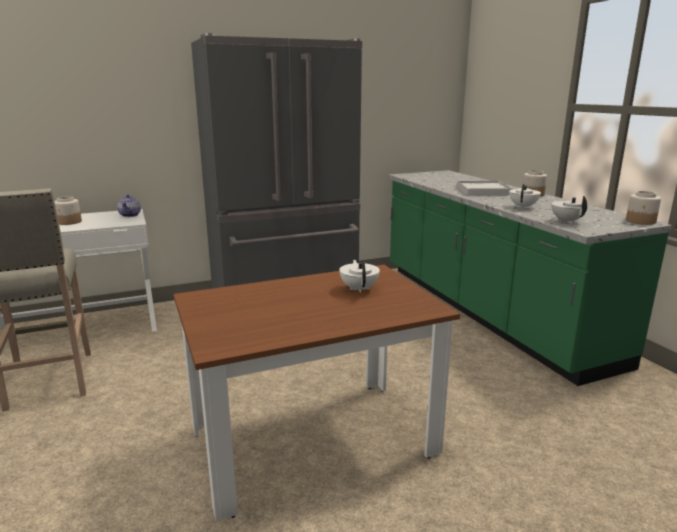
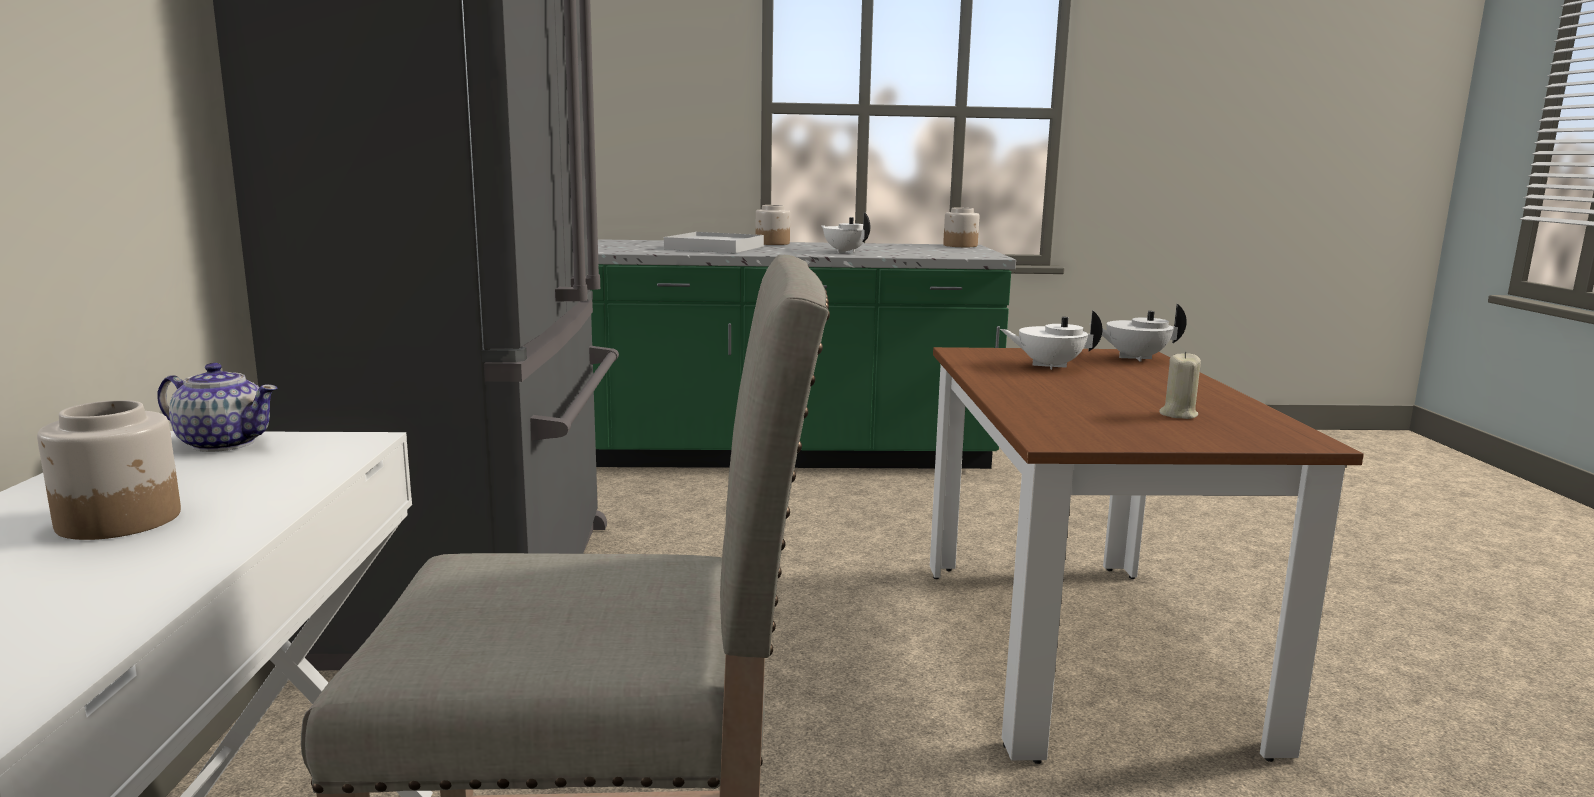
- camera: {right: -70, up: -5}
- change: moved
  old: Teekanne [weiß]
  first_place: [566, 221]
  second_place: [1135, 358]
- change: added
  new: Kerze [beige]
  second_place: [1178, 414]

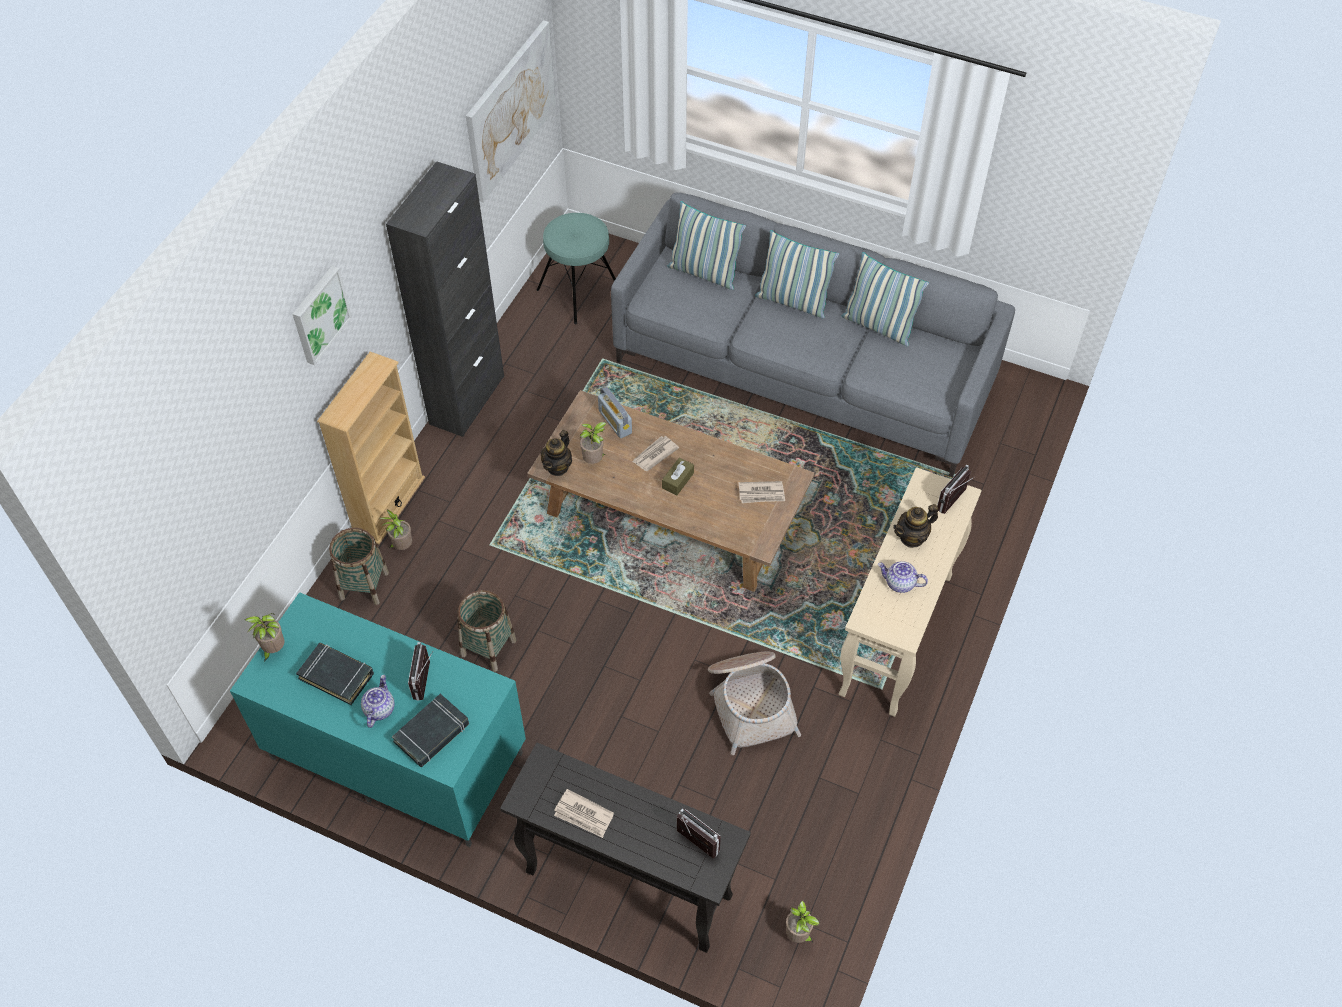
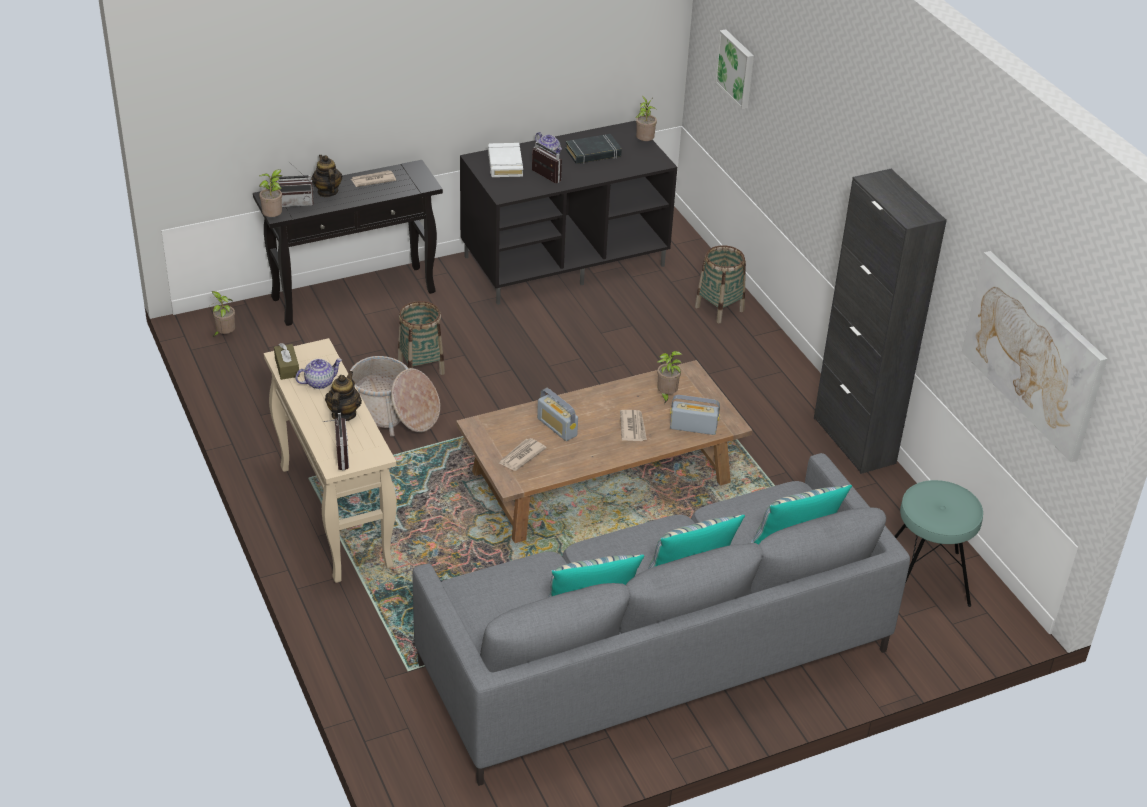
- camera: {right: 130, up: -15}
- change: recoloured
  old: Fernsehschrank [türkis]
  new: Fernsehschrank [schwarz]
  first_place: [394, 756]
  second_place: [565, 260]
- change: moved
  old: Bild
  first_place: [319, 314]
  second_place: [736, 68]
- change: removed
  old: Bücherregal [beige]
  first_place: [388, 505]
- change: moved
  old: Topfpflanze
  first_place: [401, 546]
  second_place: [274, 218]
- change: recoloured
  old: Buch [schwarz]
  new: Buch [weiß]
  first_place: [432, 733]
  second_place: [505, 164]
- change: moved
  old: Korb
  first_place: [488, 647]
  second_place: [421, 367]
- change: moved
  old: Teekanne
  first_place: [558, 467]
  second_place: [327, 192]
- change: moved
  old: Taschentuchbox [braun]
  first_place: [678, 480]
  second_place: [287, 367]
- change: added
  new: Radio
  second_place: [557, 427]

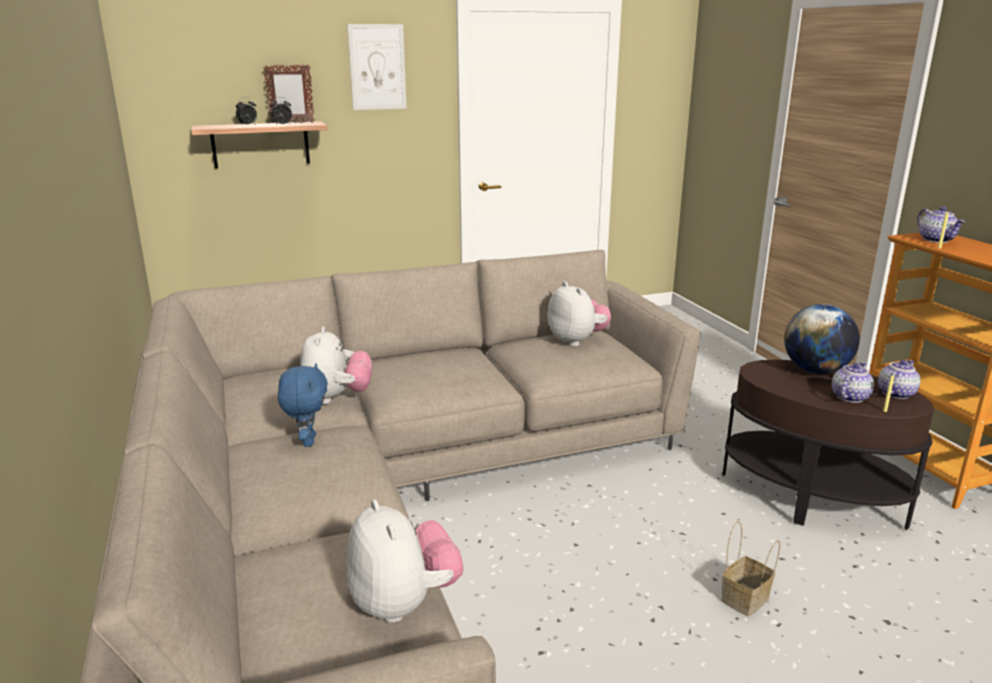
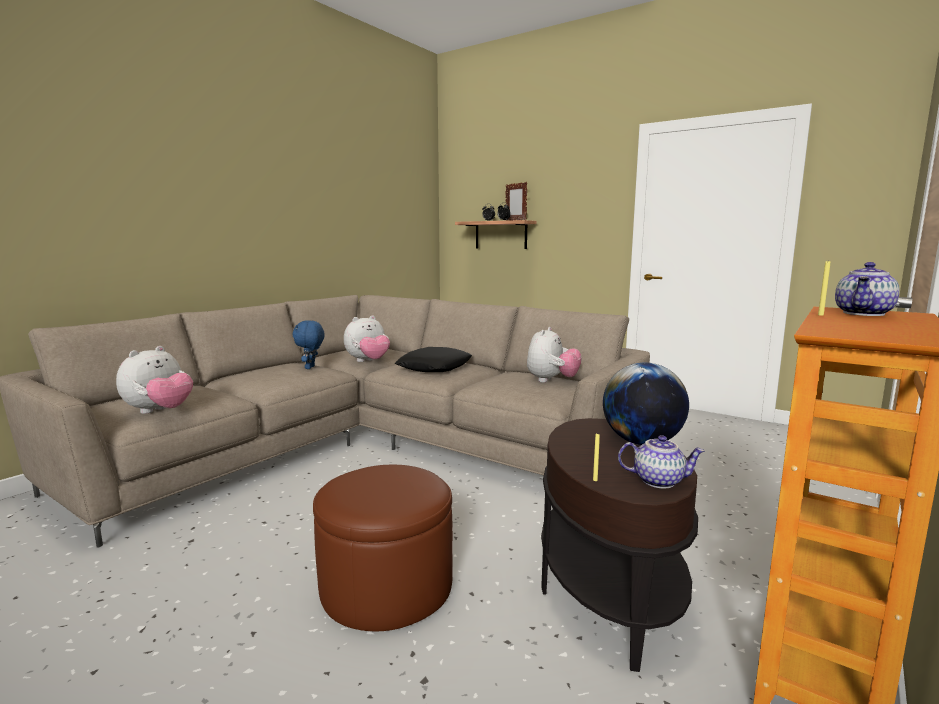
- camera: {right: 55, up: -10}
- change: turned
  old: Plüschtier [blau]
  first_place: [307, 441]
  second_place: [311, 367]
  degrees: 135
- change: removed
  old: Bild
  first_place: [377, 67]
- change: replaced
  old: Korb
  new: Polsterhocker [braun]
  first_place: [745, 600]
  second_place: [386, 586]
- change: removed
  old: Teekanne
  first_place: [849, 397]
- change: added
  new: Kissen [schwarz]
  second_place: [434, 367]

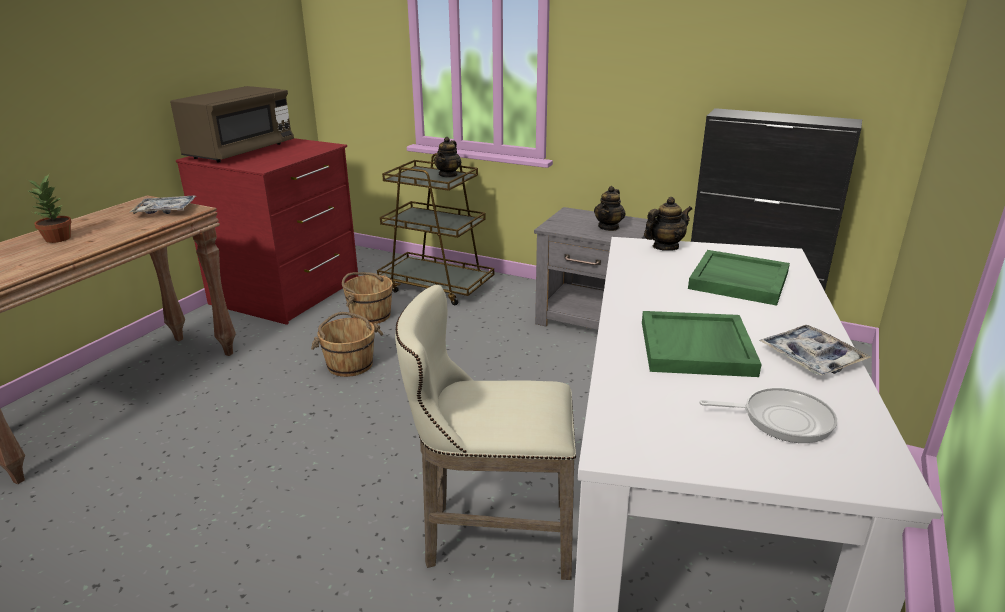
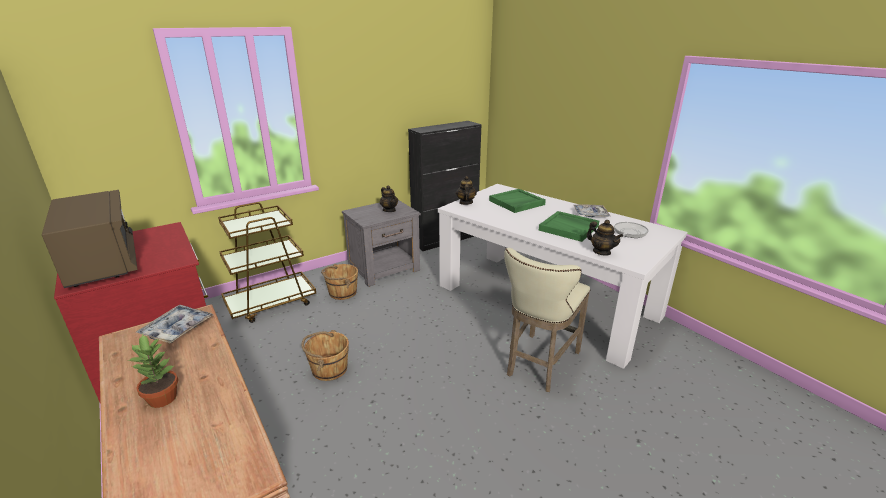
- camera: {right: -60, up: 0}
- change: moved
  old: Eimer [braun]
  first_place: [370, 315]
  second_place: [342, 292]
- change: moved
  old: Teekanne
  first_place: [448, 175]
  second_place: [601, 252]

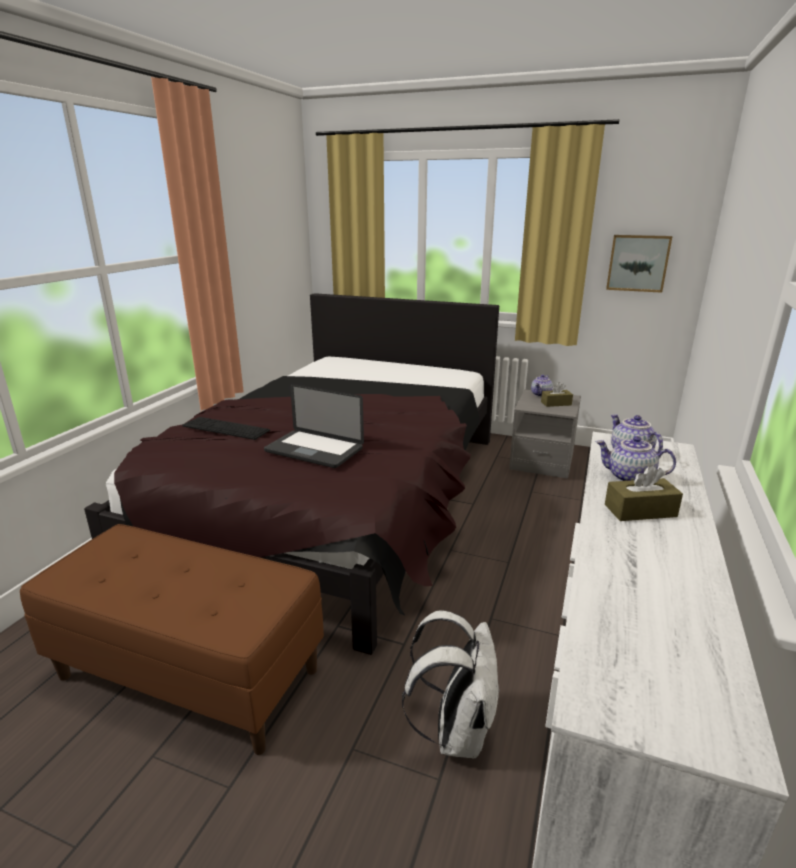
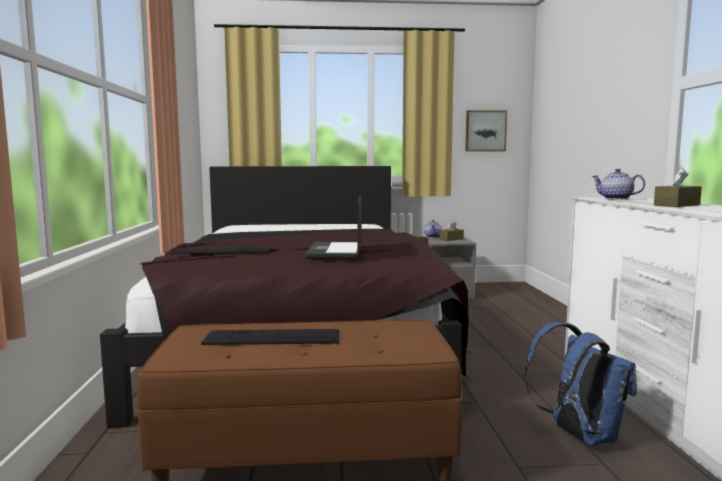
- camera: {right: -25, up: -15}
- change: turned
  old: Laptop
  first_place: [314, 450]
  second_place: [335, 252]
  degrees: 90
- change: recoloured
  old: Rucksack [weiß]
  new: Rucksack [blau]
  first_place: [456, 731]
  second_place: [578, 436]
- change: removed
  old: Teekanne
  first_place: [629, 478]
- change: added
  new: Tastatur
  second_place: [272, 337]

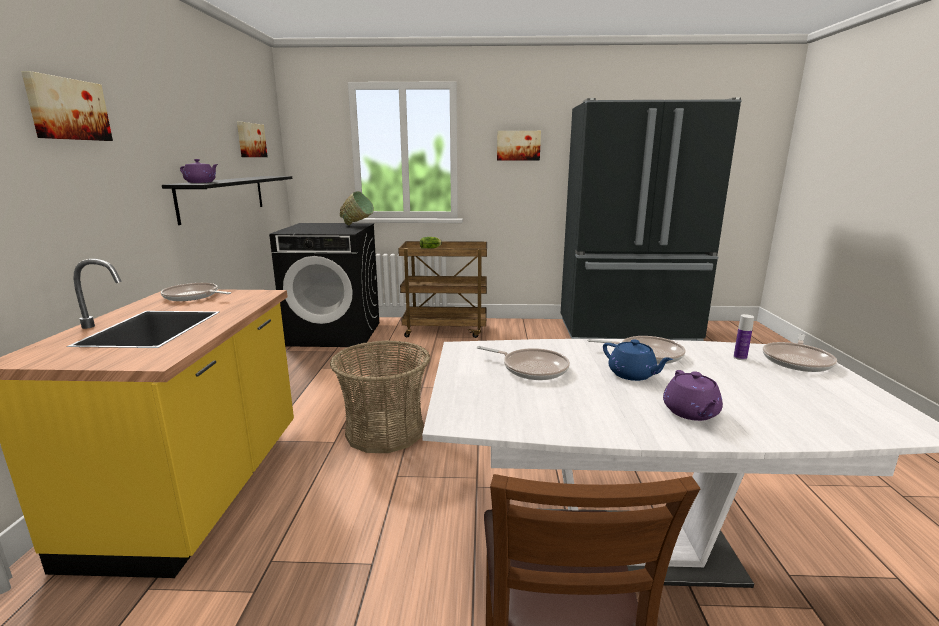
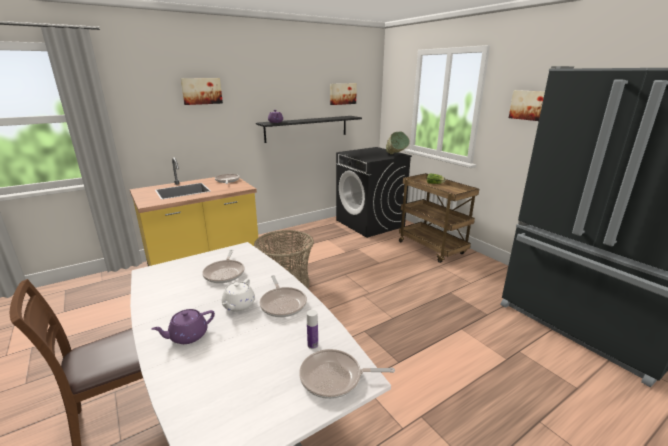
- camera: {right: 55, up: 5}
- change: recoloured
  old: Teekanne [blau]
  new: Teekanne [weiß]
  first_place: [632, 374]
  second_place: [238, 305]

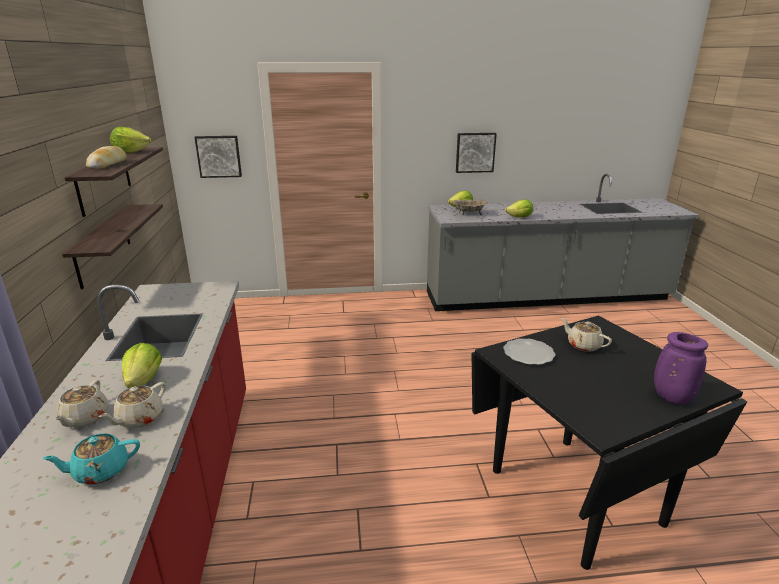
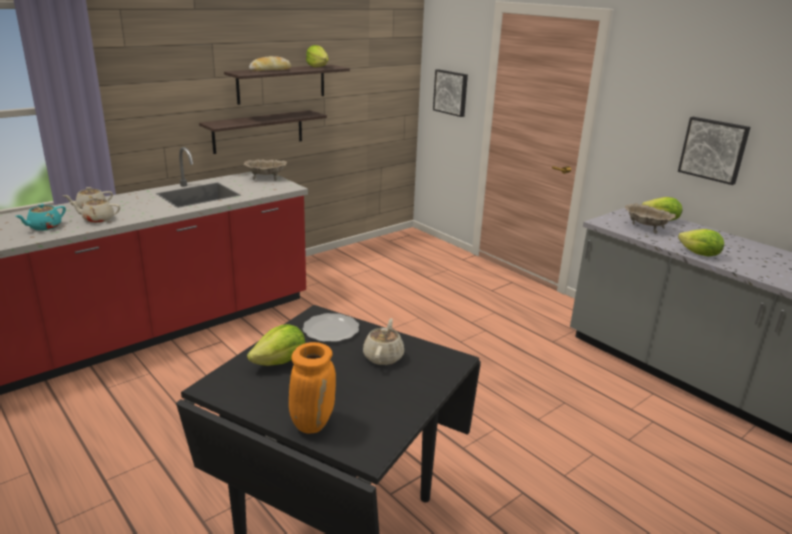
- camera: {right: 55, up: 0}
- change: turned
  old: Teekanne [türkis]
  first_place: [100, 471]
  second_place: [44, 227]
  degrees: -90
- change: moved
  old: Salatkopf
  first_place: [144, 380]
  second_place: [280, 362]
- change: recoloured
  old: Vase [lila]
  new: Vase [orange]
  first_place: [670, 397]
  second_place: [312, 423]
- change: added
  new: Schüssel [beige]
  second_place: [266, 178]

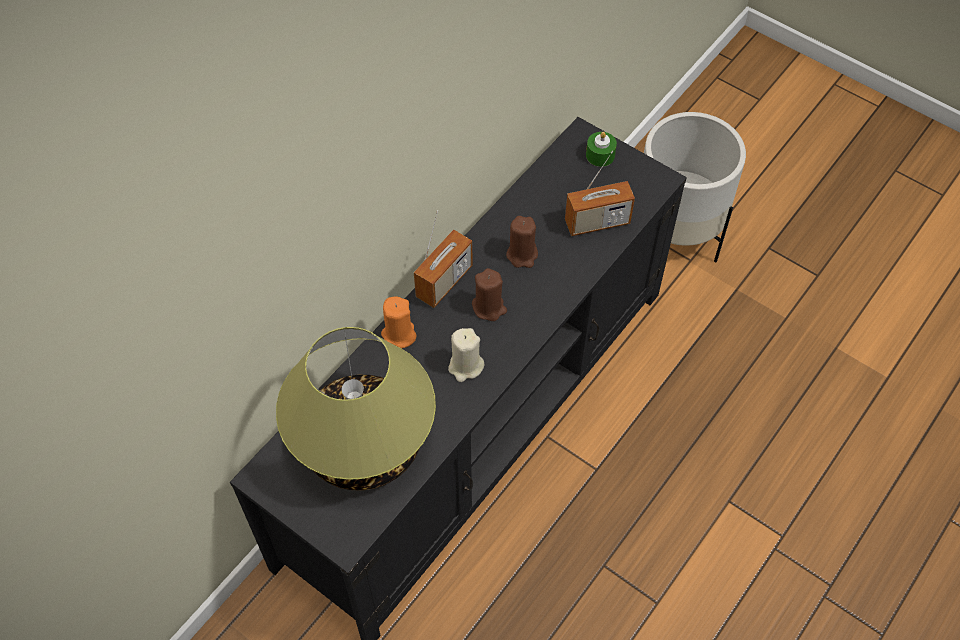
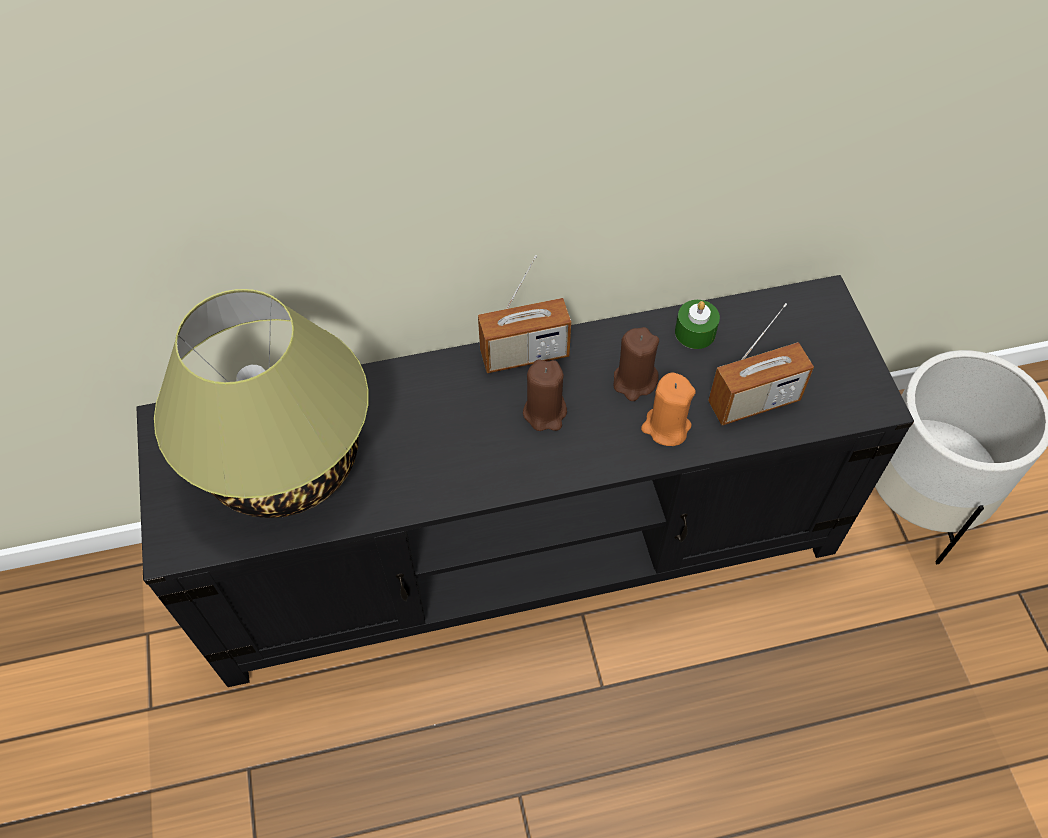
- camera: {right: 40, up: 0}
- change: moved
  old: Kerze [orange]
  first_place: [398, 335]
  second_place: [666, 427]
- change: removed
  old: Kerze [beige]
  first_place: [465, 366]
- change: turned
  old: Radio
  first_place: [597, 222]
  second_place: [753, 402]
  degrees: -45
- change: moved
  old: Kerze [grün]
  first_place: [600, 155]
  second_place: [695, 332]

